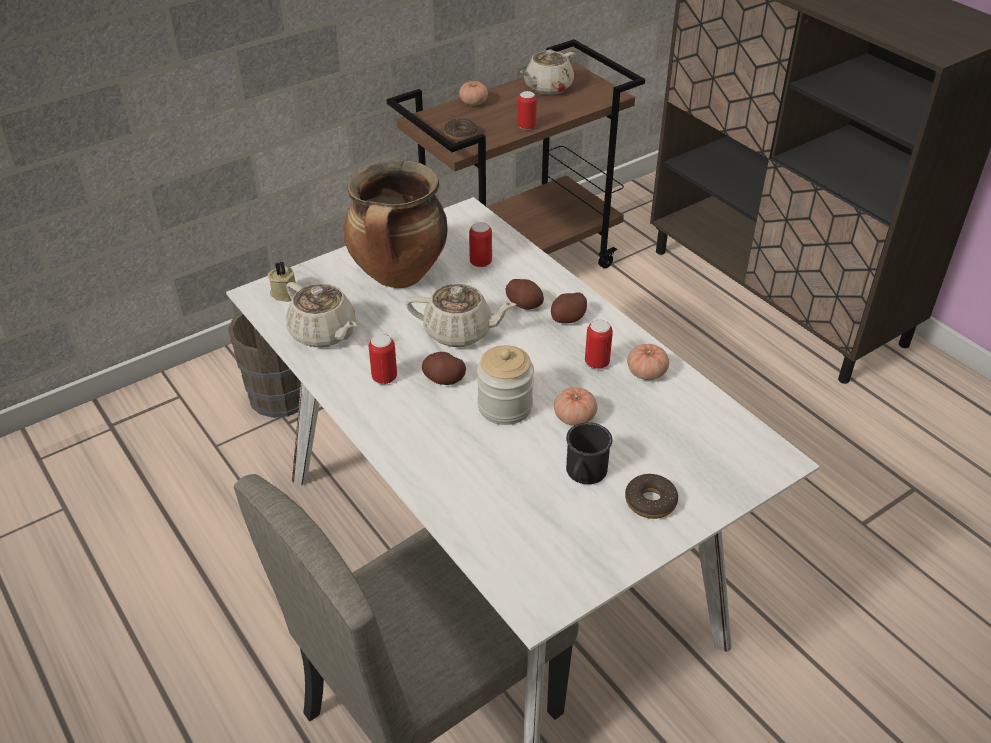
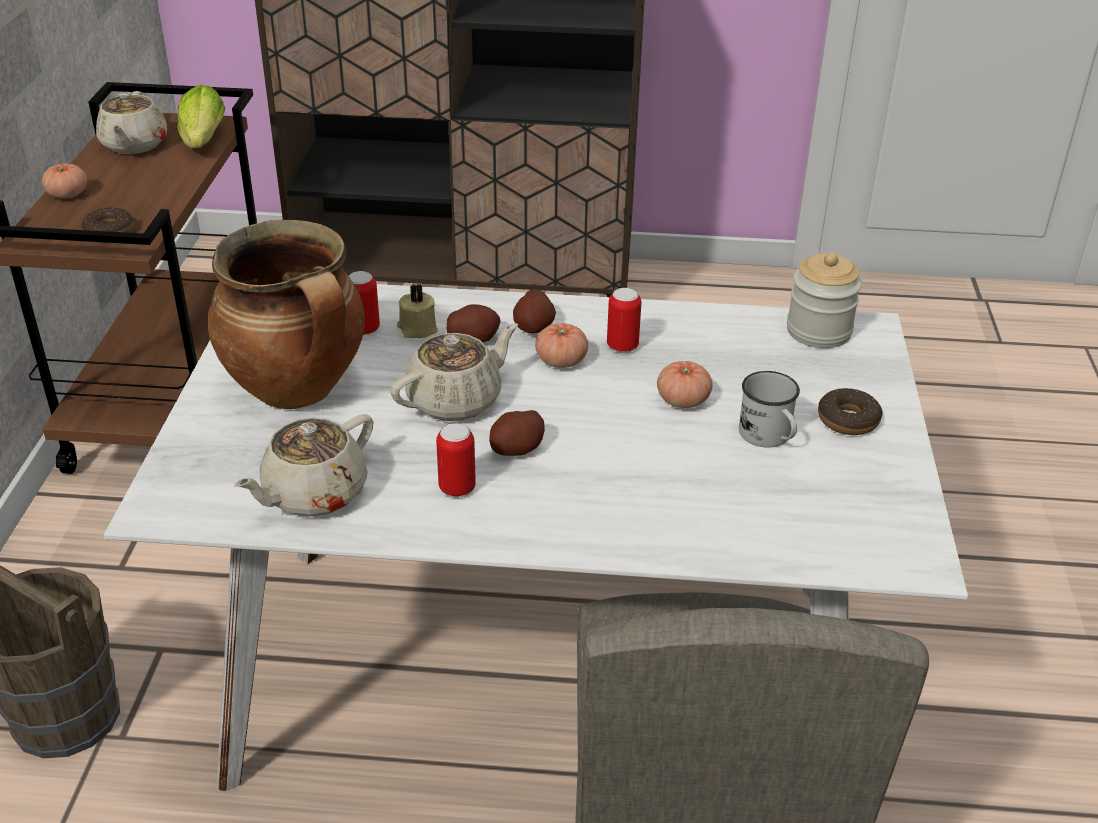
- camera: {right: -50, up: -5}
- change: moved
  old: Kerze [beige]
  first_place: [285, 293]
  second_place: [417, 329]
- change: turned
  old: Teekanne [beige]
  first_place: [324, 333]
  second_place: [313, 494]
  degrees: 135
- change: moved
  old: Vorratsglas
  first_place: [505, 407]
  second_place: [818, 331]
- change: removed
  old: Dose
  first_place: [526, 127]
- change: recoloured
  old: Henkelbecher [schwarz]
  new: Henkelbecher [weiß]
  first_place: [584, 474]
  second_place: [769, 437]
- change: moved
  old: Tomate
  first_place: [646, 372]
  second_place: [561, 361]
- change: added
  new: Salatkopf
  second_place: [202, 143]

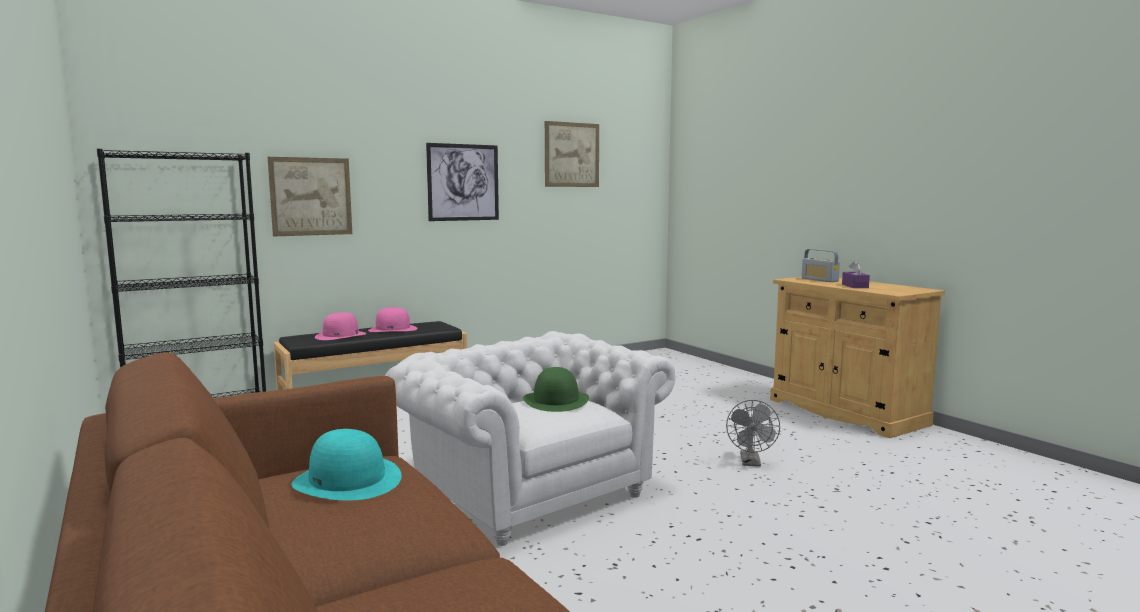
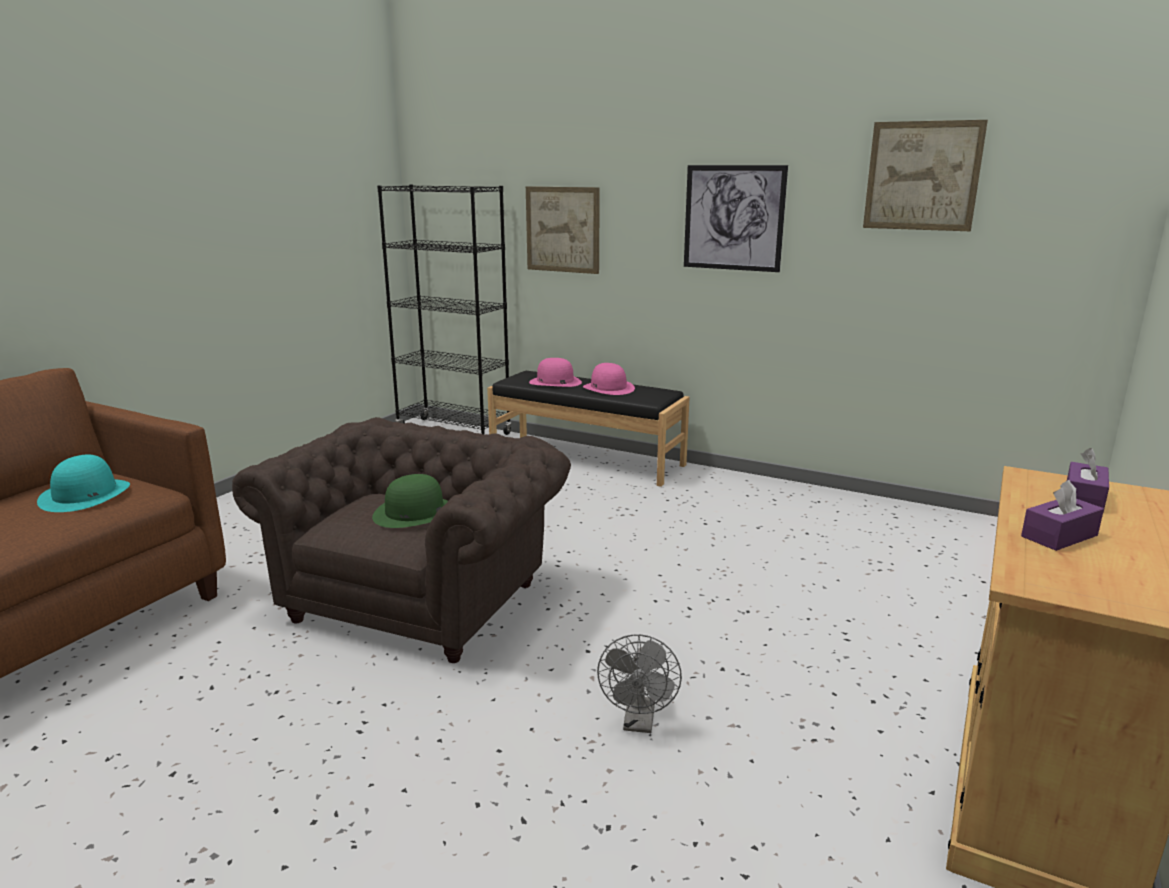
- camera: {right: 60, up: 10}
- change: recoloured
  old: Sessel [weiß]
  new: Sessel [braun]
  first_place: [529, 491]
  second_place: [422, 597]
- change: turned
  old: Ventilator [grau]
  first_place: [751, 463]
  second_place: [639, 723]
  degrees: -60
- change: replaced
  old: Radio
  new: Taschentuchbox [lila]
  first_place: [819, 280]
  second_place: [1083, 499]

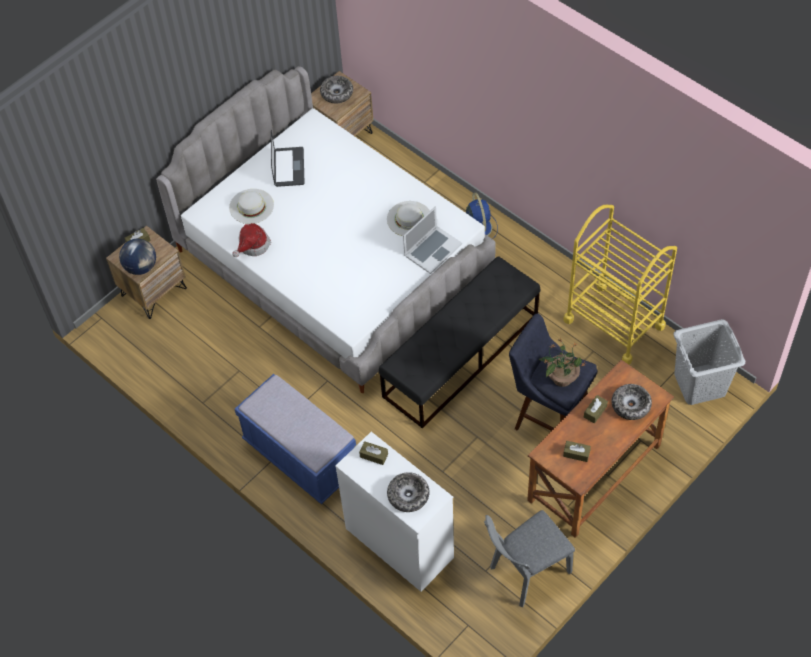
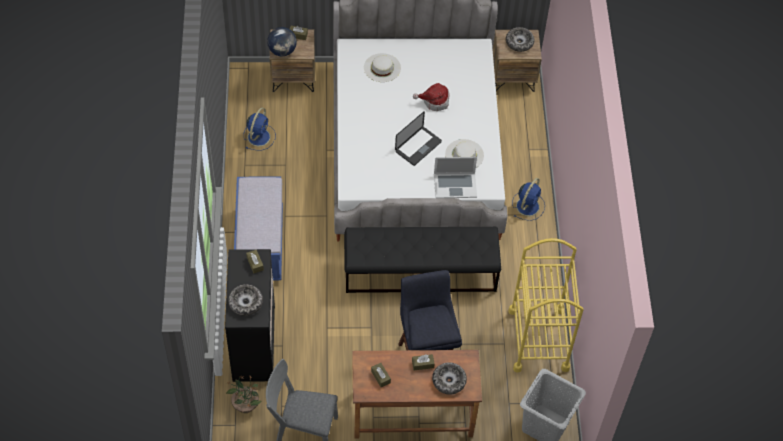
- camera: {right: 40, up: 0}
- change: moved
  old: Hut
  first_place: [252, 245]
  second_place: [434, 101]
- change: moved
  old: Laptop
  first_place: [289, 167]
  second_place: [418, 146]
- change: recoloured
  old: Kommode [weiß]
  new: Kommode [schwarz]
  first_place: [399, 543]
  second_place: [254, 344]
- change: moved
  old: Topfpflanze
  first_place: [561, 378]
  second_place: [245, 405]
- change: added
  new: Ventilator [blau]
  second_place: [259, 136]

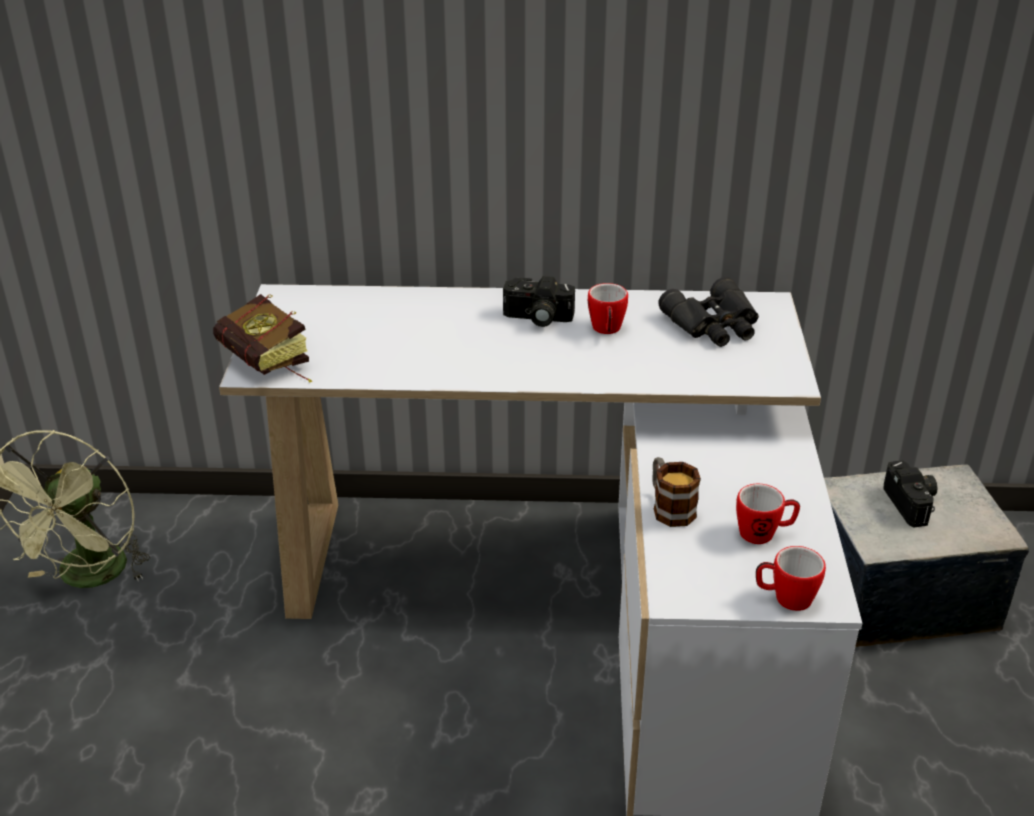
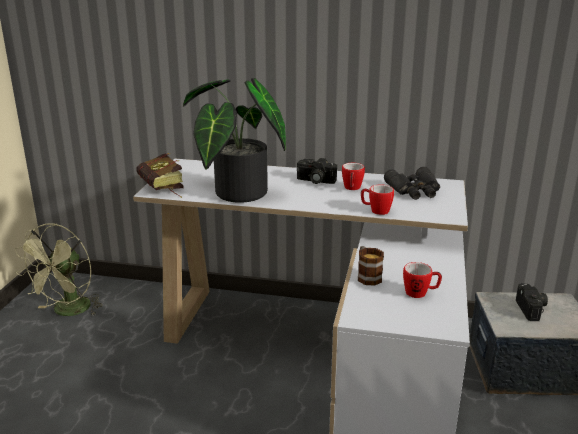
- camera: {right: 10, up: -10}
- change: moved
  old: Henkelbecher
  first_place: [785, 598]
  second_place: [376, 211]
- change: added
  new: Topfpflanze
  second_place: [235, 194]

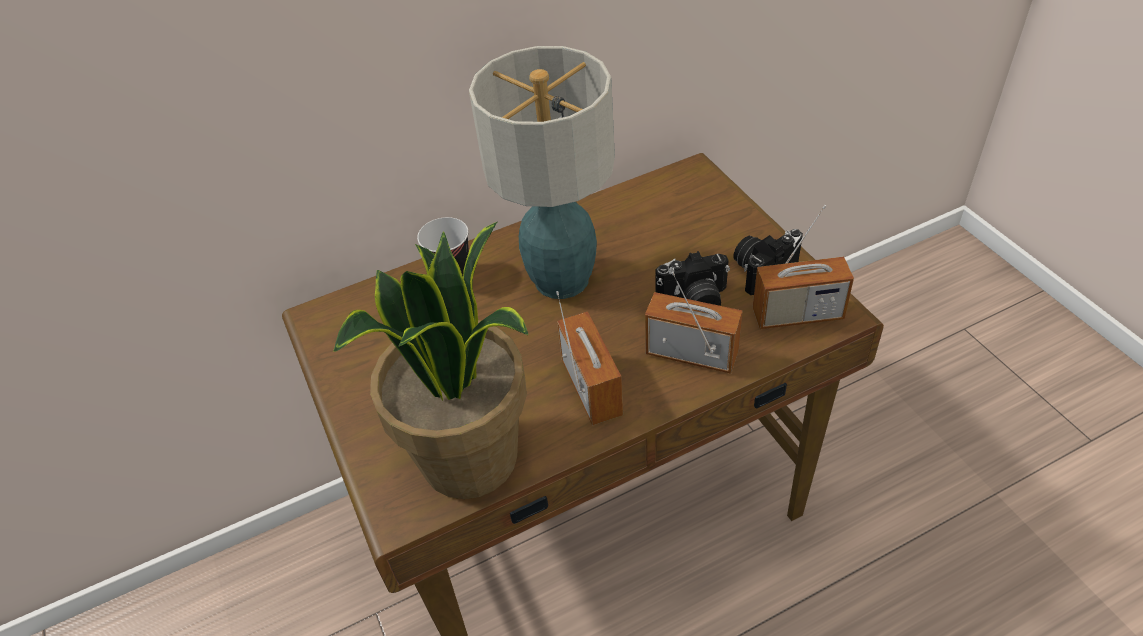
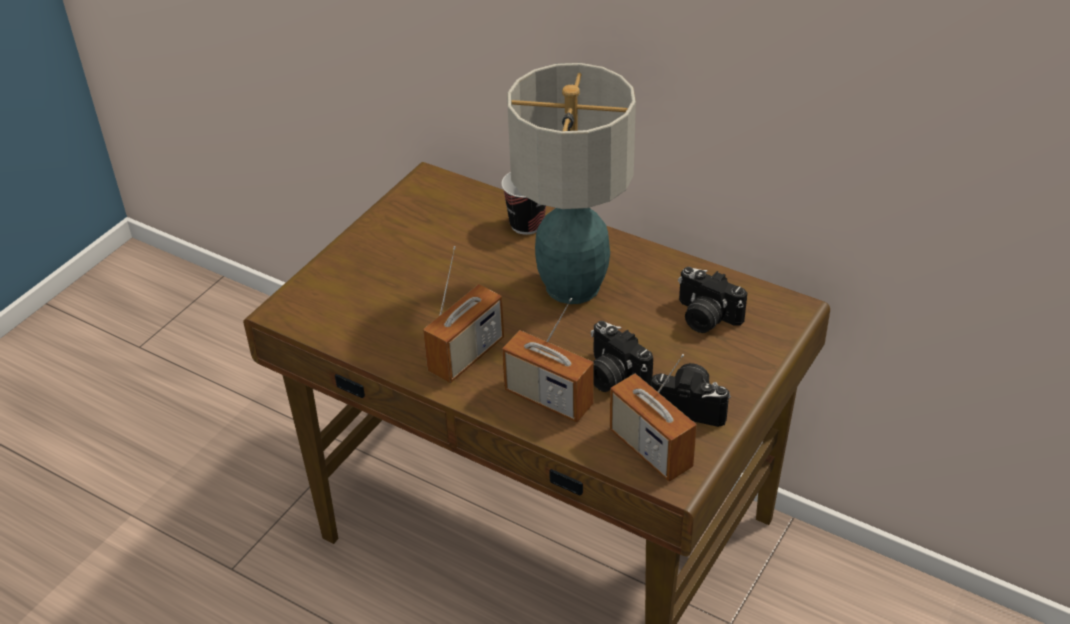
- camera: {right: 55, up: -5}
- change: removed
  old: Topfpflanze
  first_place: [471, 459]
- change: turned
  old: Radio
  first_place: [691, 354]
  second_place: [548, 398]
  degrees: 135
- change: added
  new: Kamera
  second_place: [705, 317]

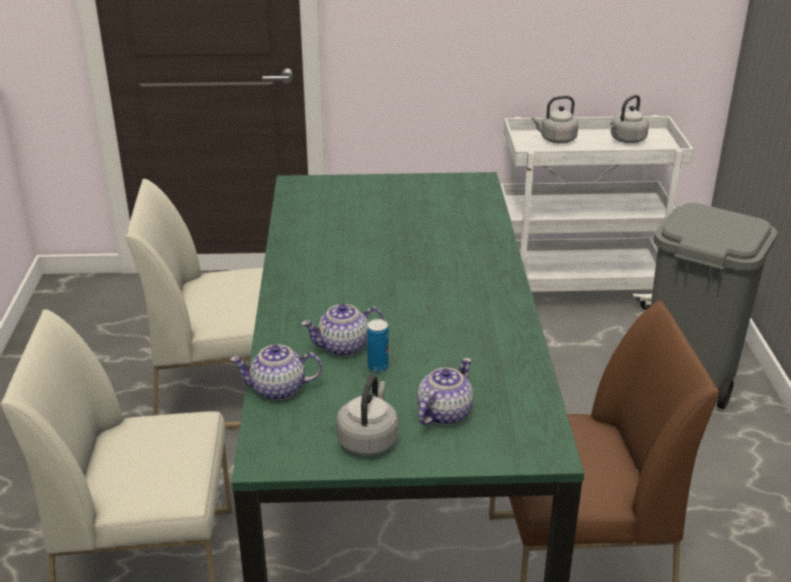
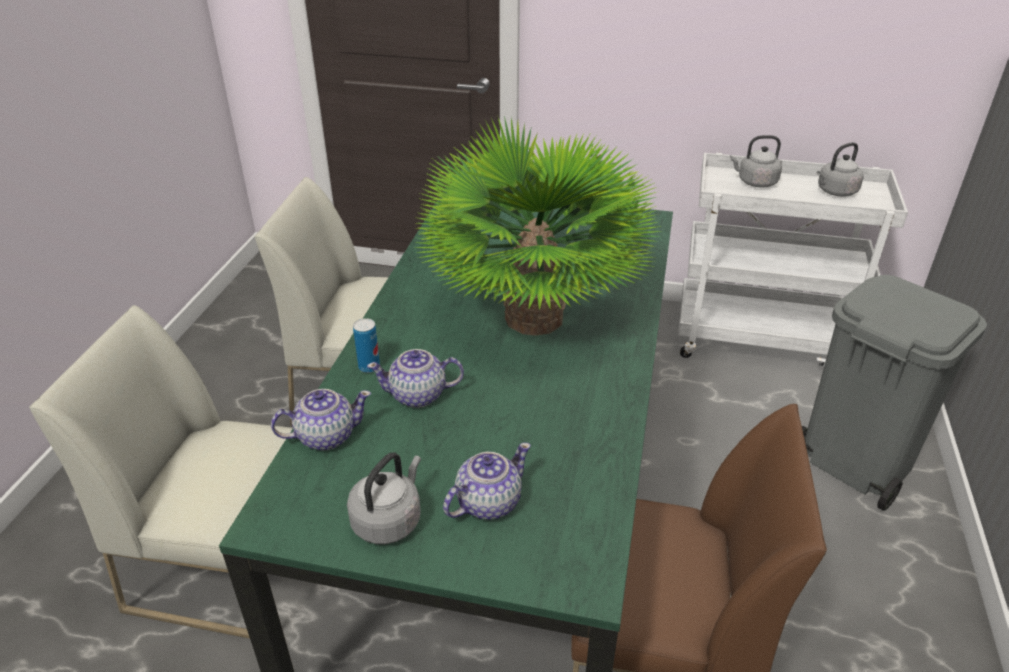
- camera: {right: 15, up: 5}
- change: turned
  old: Teekanne
  first_place: [279, 389]
  second_place: [325, 436]
  degrees: 150
- change: moved
  old: Dose
  first_place: [378, 367]
  second_place: [369, 367]
- change: added
  new: Topfpflanze
  second_place: [534, 318]

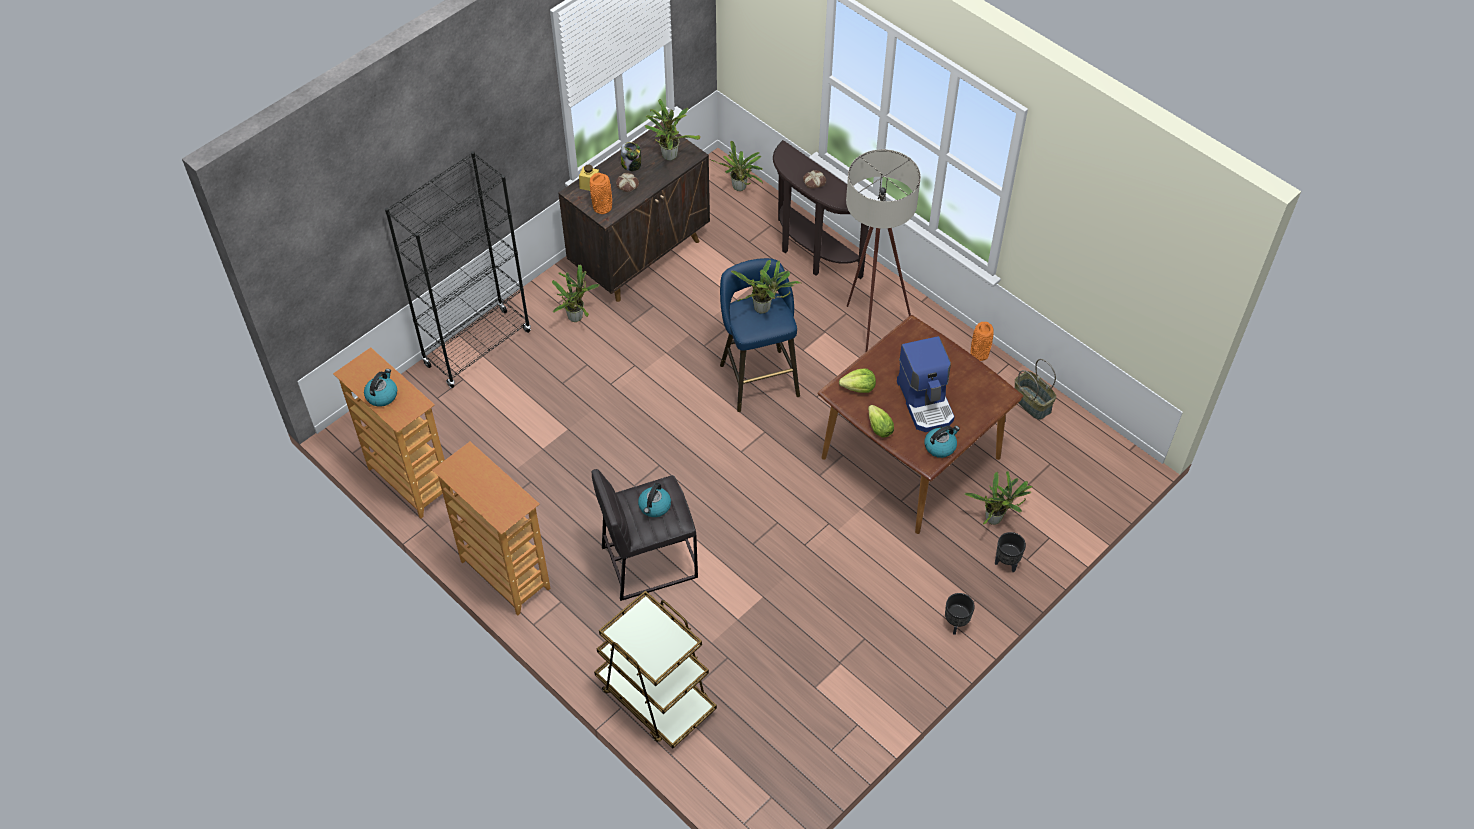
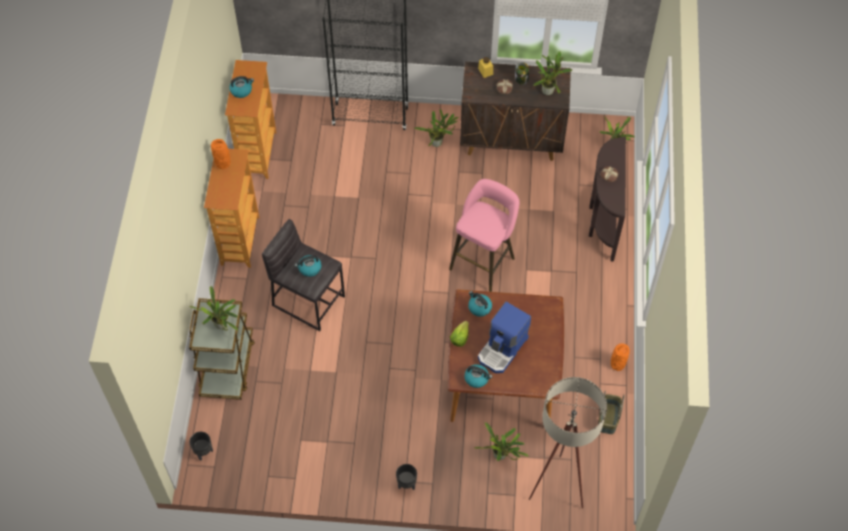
- camera: {right: 50, up: 5}
- change: moved
  old: Vase [orange]
  first_place: [603, 207]
  second_place: [223, 163]
- change: recoloured
  old: Hocker [blau]
  new: Hocker [rosa]
  first_place: [757, 376]
  second_place: [484, 261]
- change: moved
  old: Topfpflanze
  first_place: [764, 309]
  second_place: [222, 326]
- change: replaced
  old: Salatkopf
  new: Wasserkessel
  first_place: [858, 388]
  second_place: [479, 307]
- change: moved
  old: Stehlampe [beige]
  first_place: [869, 323]
  second_place: [558, 481]
- change: moved
  old: Pflanzkübel [schwarz]
  first_place: [1006, 563]
  second_place: [203, 452]

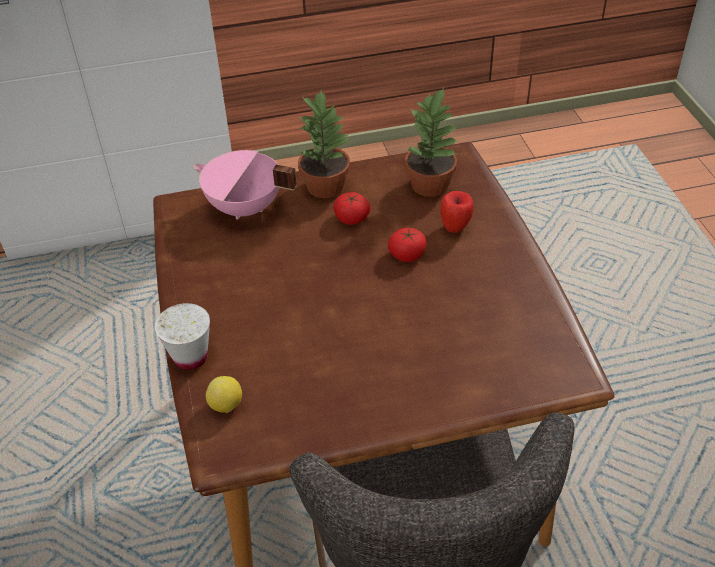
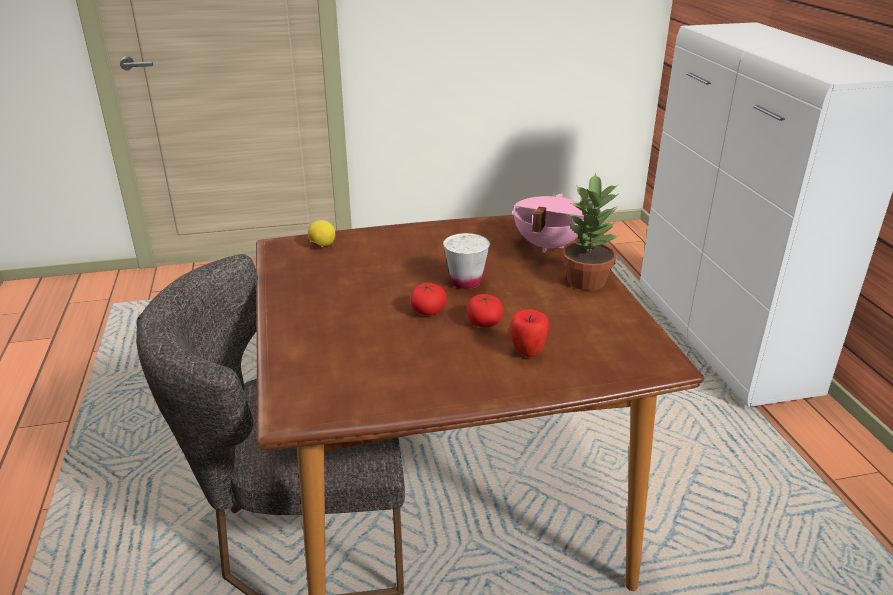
- camera: {right: 90, up: -15}
- change: moved
  old: Tasse [weiß]
  first_place: [190, 357]
  second_place: [466, 282]
- change: moved
  old: Tomate
  first_place: [351, 218]
  second_place: [428, 311]
- change: removed
  old: Topfpflanze
  first_place: [431, 185]

